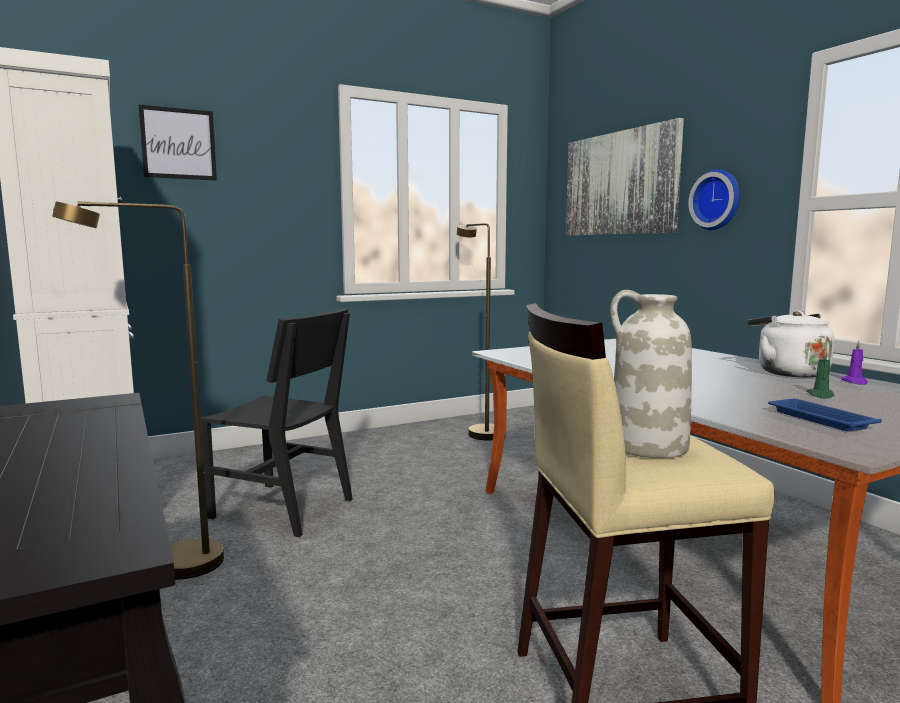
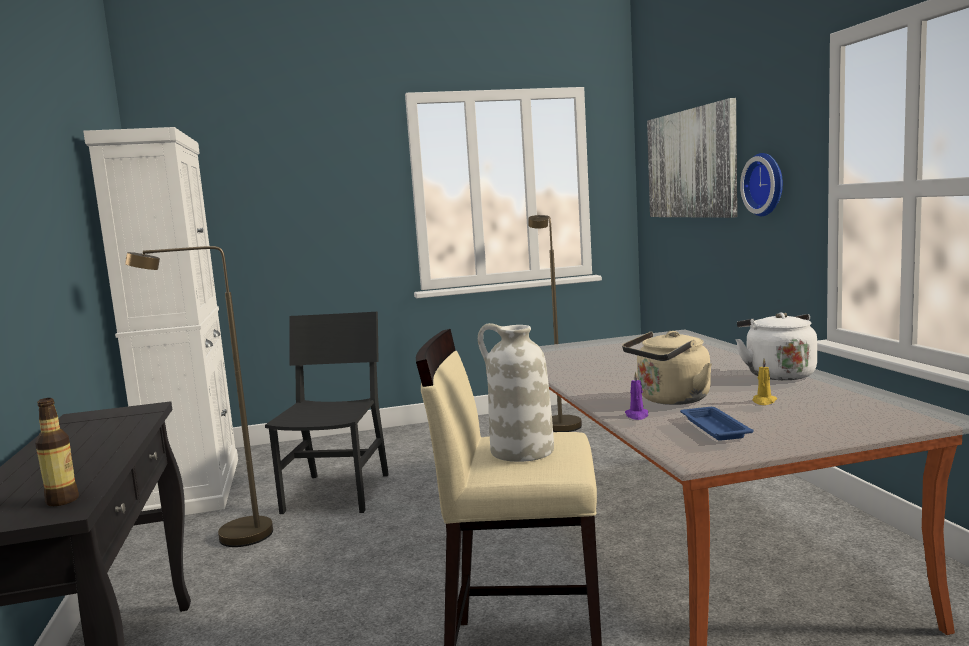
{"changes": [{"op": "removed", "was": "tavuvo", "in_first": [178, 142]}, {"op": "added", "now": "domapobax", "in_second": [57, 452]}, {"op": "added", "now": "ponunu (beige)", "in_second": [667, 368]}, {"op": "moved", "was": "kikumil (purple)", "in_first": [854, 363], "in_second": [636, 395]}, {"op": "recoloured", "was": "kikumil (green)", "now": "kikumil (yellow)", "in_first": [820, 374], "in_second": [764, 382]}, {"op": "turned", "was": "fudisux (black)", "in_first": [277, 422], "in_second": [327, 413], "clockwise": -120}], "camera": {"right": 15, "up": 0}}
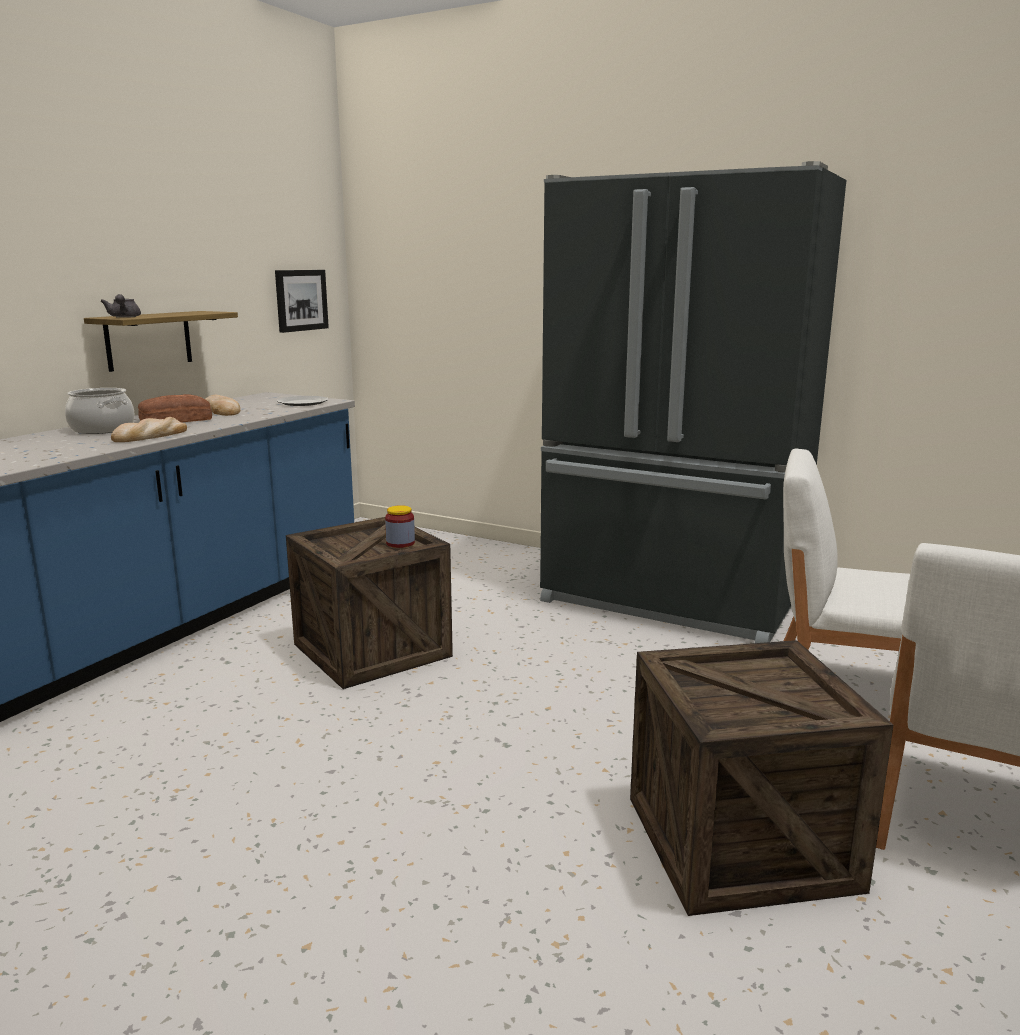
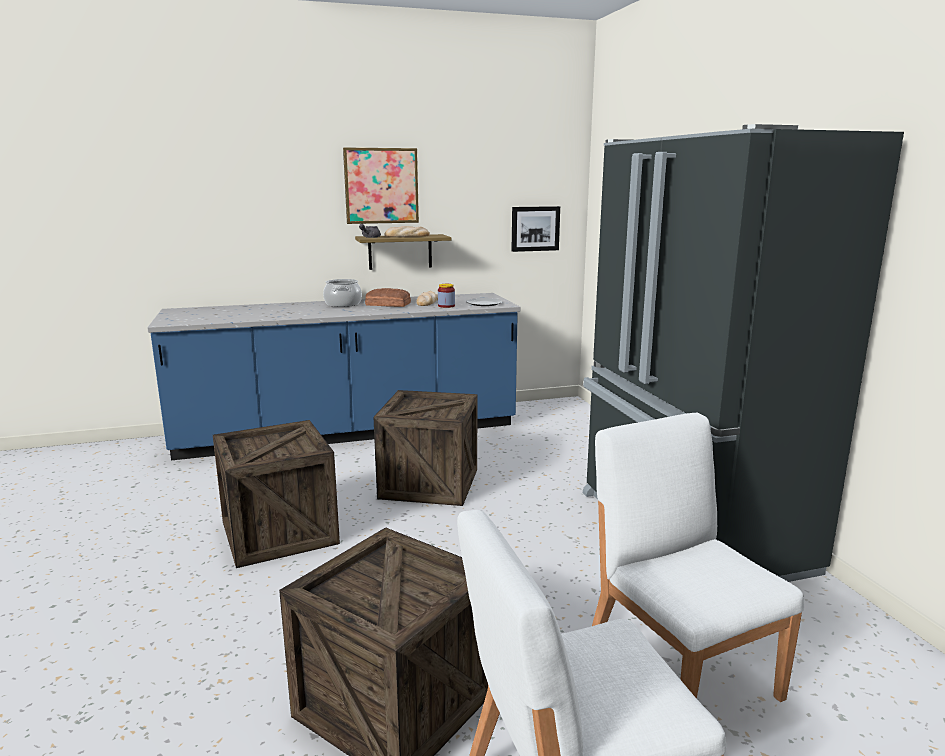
{"changes": [{"op": "added", "now": "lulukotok", "in_second": [276, 494]}, {"op": "added", "now": "tavuvo", "in_second": [381, 185]}, {"op": "moved", "was": "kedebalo", "in_first": [149, 429], "in_second": [407, 231]}, {"op": "moved", "was": "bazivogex", "in_first": [400, 526], "in_second": [446, 296]}], "camera": {"right": 45, "up": 0}}
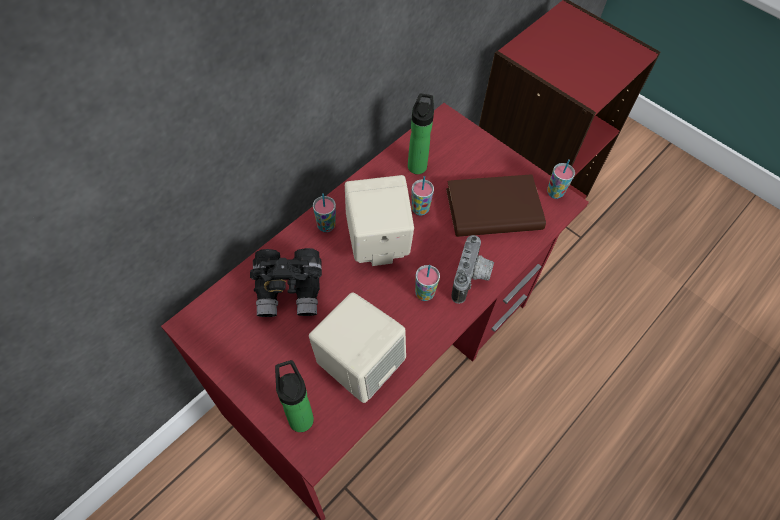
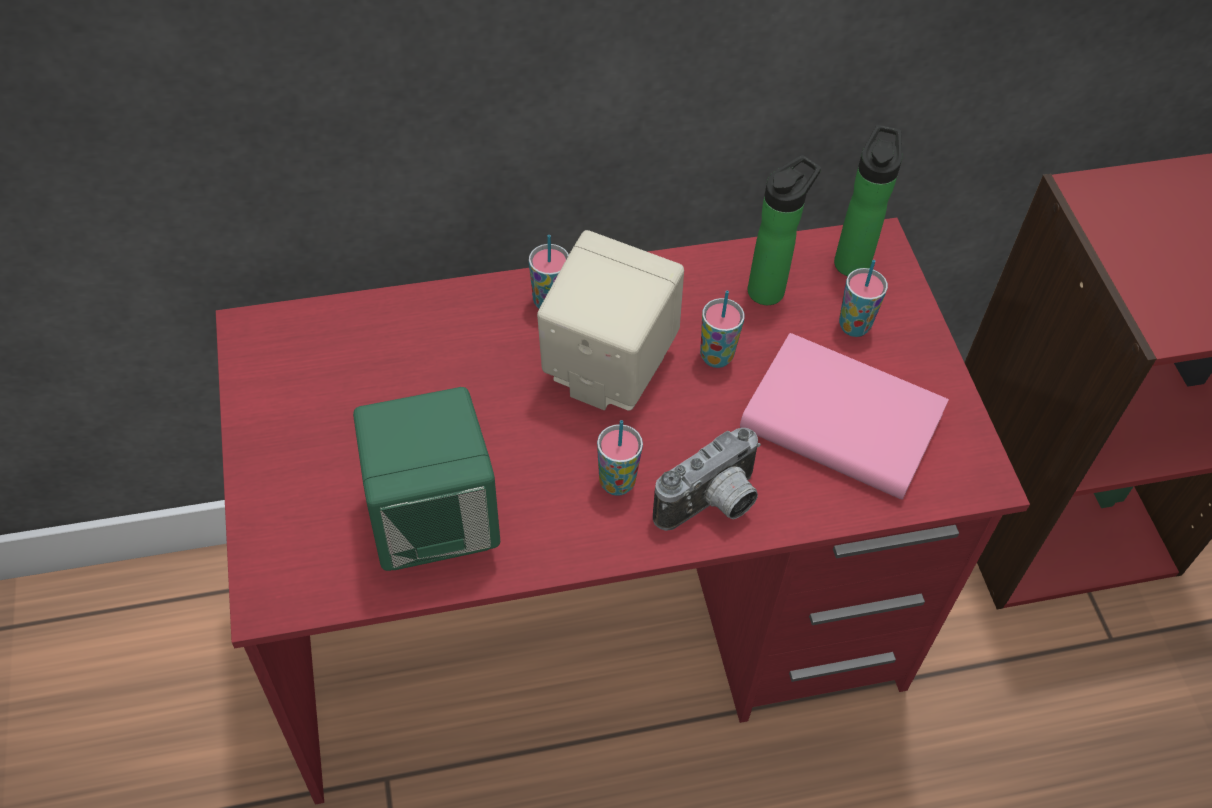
{"changes": [{"op": "removed", "was": "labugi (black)", "in_first": [286, 282]}, {"op": "moved", "was": "domapobax", "in_first": [294, 396], "in_second": [868, 200]}, {"op": "moved", "was": "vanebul", "in_first": [561, 179], "in_second": [863, 298]}, {"op": "recoloured", "was": "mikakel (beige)", "now": "mikakel (green)", "in_first": [357, 347], "in_second": [426, 479]}, {"op": "recoloured", "was": "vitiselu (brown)", "now": "vitiselu (pink)", "in_first": [496, 205], "in_second": [844, 416]}], "camera": {"right": 35, "up": -5}}
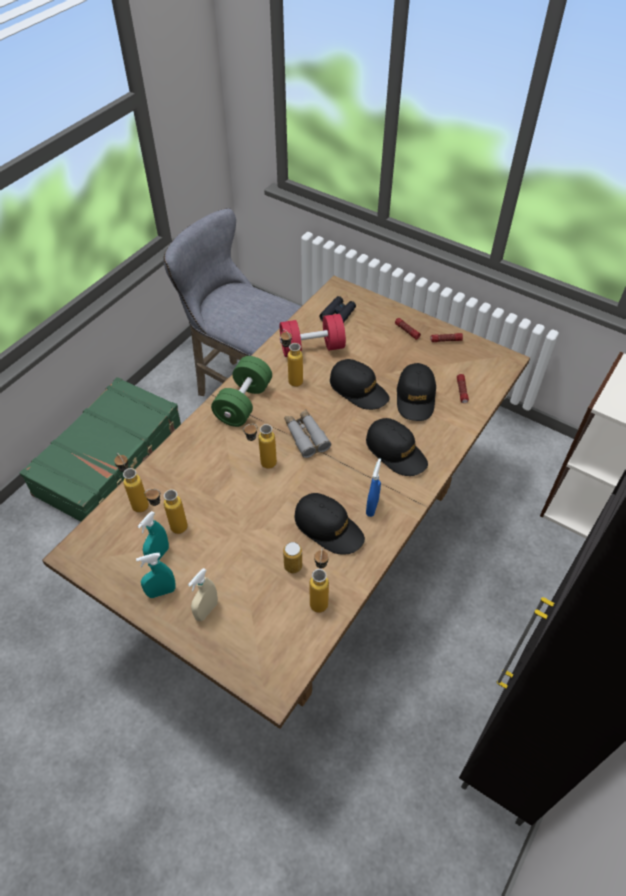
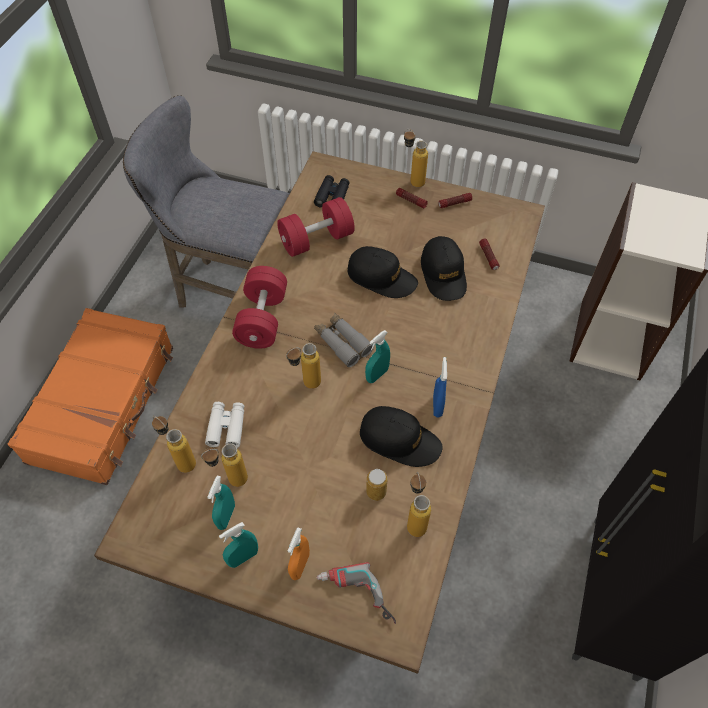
{"changes": [{"op": "removed", "was": "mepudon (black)", "in_first": [397, 447]}, {"op": "added", "now": "labugi (white)", "in_second": [224, 425]}, {"op": "added", "now": "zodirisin", "in_second": [356, 593]}, {"op": "added", "now": "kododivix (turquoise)", "in_second": [377, 356]}, {"op": "moved", "was": "domapobax", "in_first": [292, 358], "in_second": [416, 158]}, {"op": "recoloured", "was": "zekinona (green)", "now": "zekinona (orange)", "in_first": [100, 449], "in_second": [90, 396]}, {"op": "recoloured", "was": "kododivix (beige)", "now": "kododivix (orange)", "in_first": [203, 594], "in_second": [299, 553]}, {"op": "recoloured", "was": "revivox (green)", "now": "revivox (red)", "in_first": [241, 391], "in_second": [259, 307]}], "camera": {"right": -15, "up": 5}}
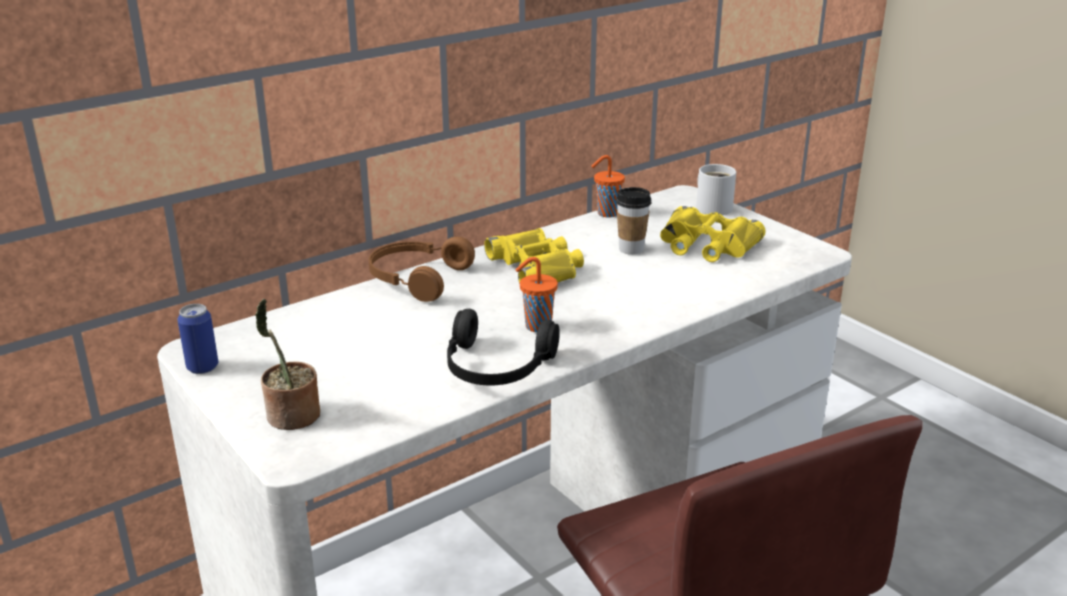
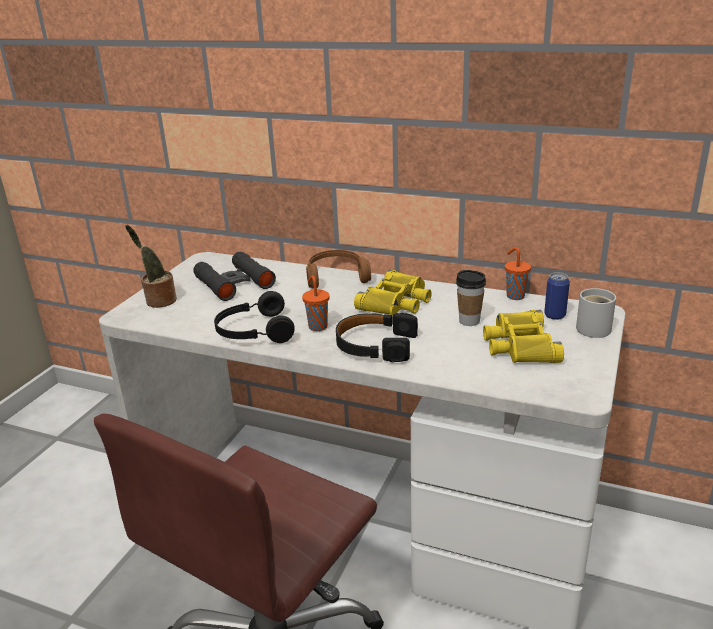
{"changes": [{"op": "added", "now": "labugi (black)", "in_second": [234, 276]}, {"op": "added", "now": "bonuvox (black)", "in_second": [377, 338]}, {"op": "moved", "was": "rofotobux", "in_first": [197, 339], "in_second": [557, 296]}], "camera": {"right": 60, "up": 0}}
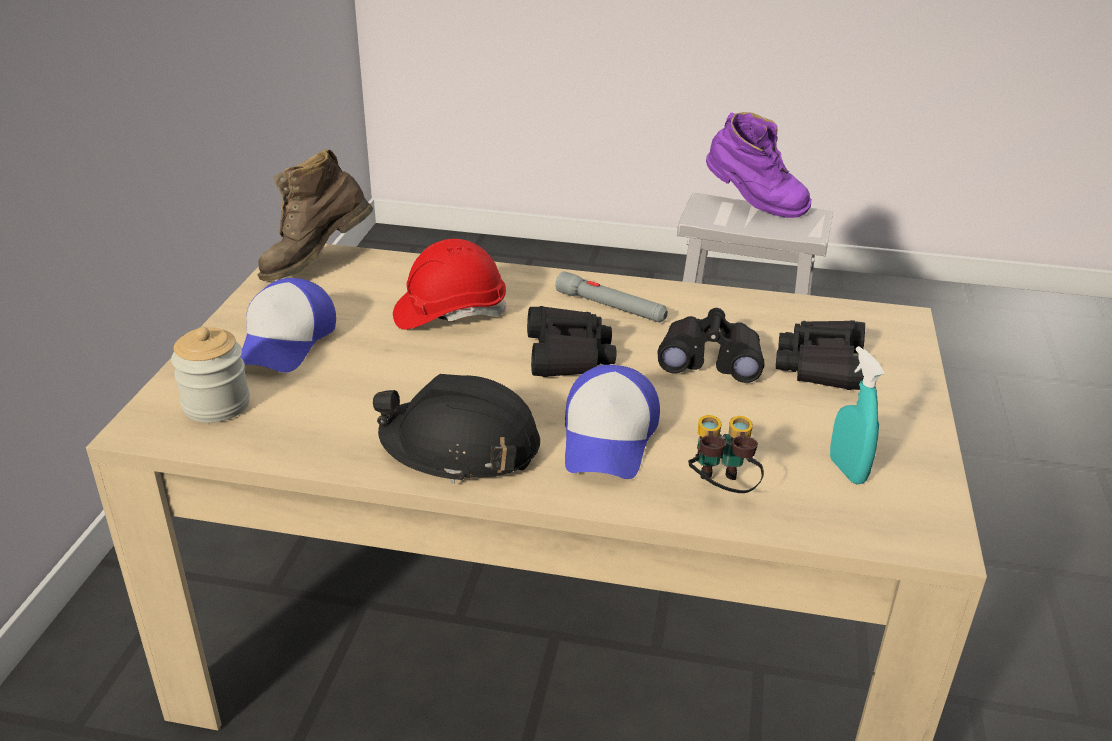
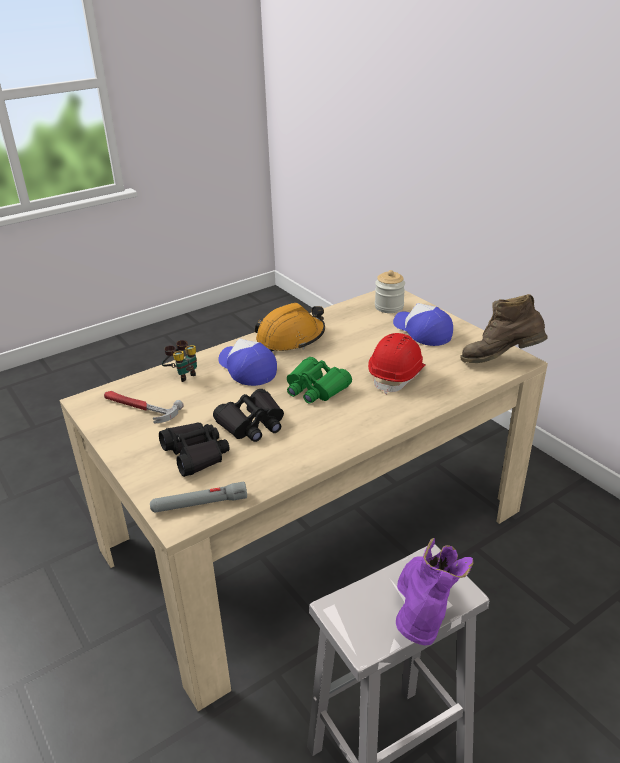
{"changes": [{"op": "moved", "was": "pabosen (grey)", "in_first": [611, 297], "in_second": [198, 497]}, {"op": "replaced", "was": "kododivix (turquoise)", "now": "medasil", "in_first": [857, 415], "in_second": [144, 407]}, {"op": "recoloured", "was": "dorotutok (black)", "now": "dorotutok (orange)", "in_first": [456, 429], "in_second": [290, 327]}, {"op": "recoloured", "was": "labugi (black)", "now": "labugi (green)", "in_first": [571, 341], "in_second": [319, 380]}, {"op": "turned", "was": "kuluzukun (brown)", "in_first": [315, 215], "in_second": [504, 328], "clockwise": -90}, {"op": "turned", "was": "kuluzukun (purple)", "in_first": [758, 165], "in_second": [434, 591], "clockwise": 120}], "camera": {"right": 135, "up": 0}}
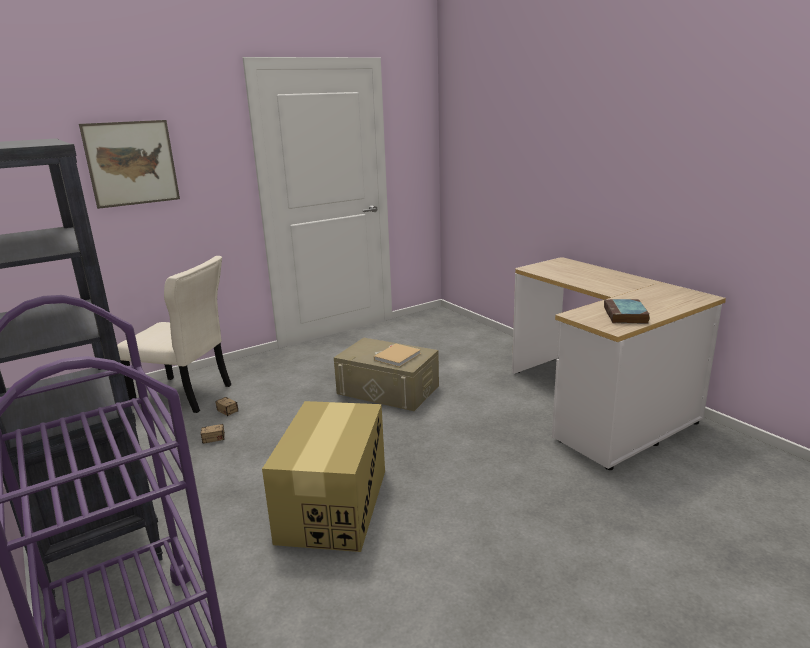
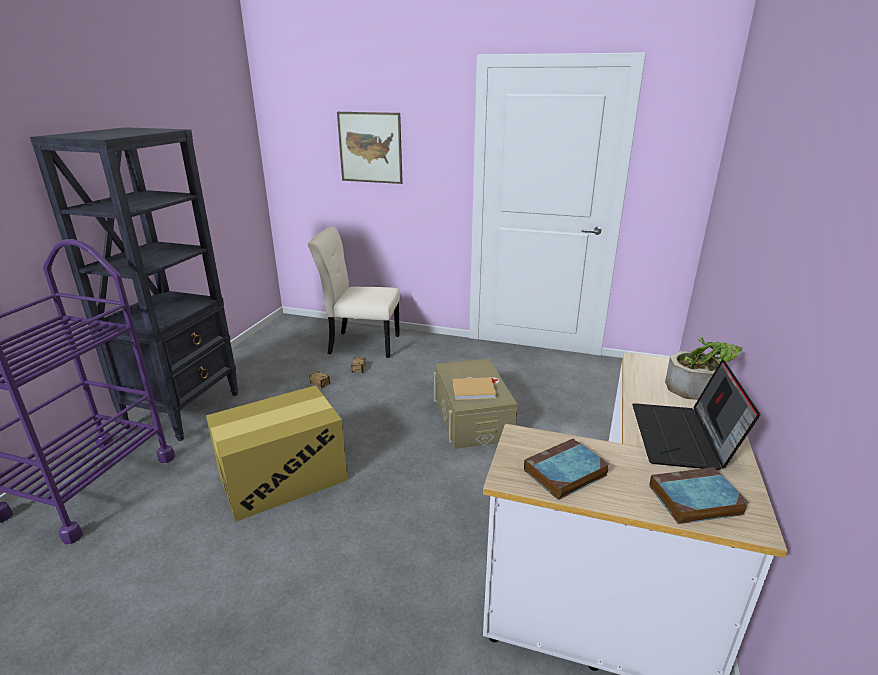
{"changes": [{"op": "added", "now": "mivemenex", "in_second": [696, 414]}, {"op": "added", "now": "vitiselu", "in_second": [699, 495]}, {"op": "added", "now": "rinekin", "in_second": [704, 368]}, {"op": "turned", "was": "fudisux (beige)", "in_first": [174, 334], "in_second": [354, 292], "clockwise": 120}], "camera": {"right": 50, "up": 5}}
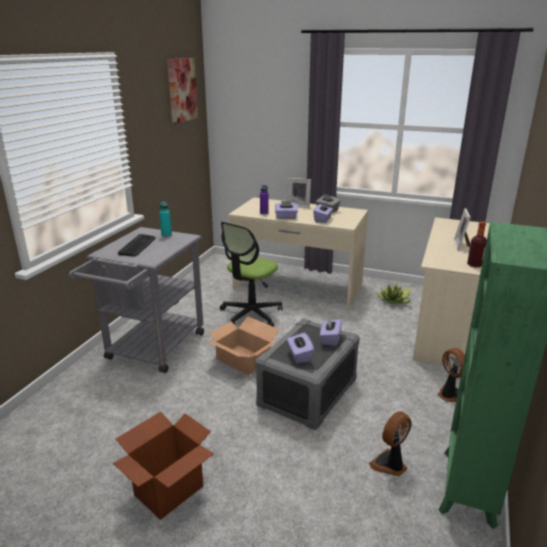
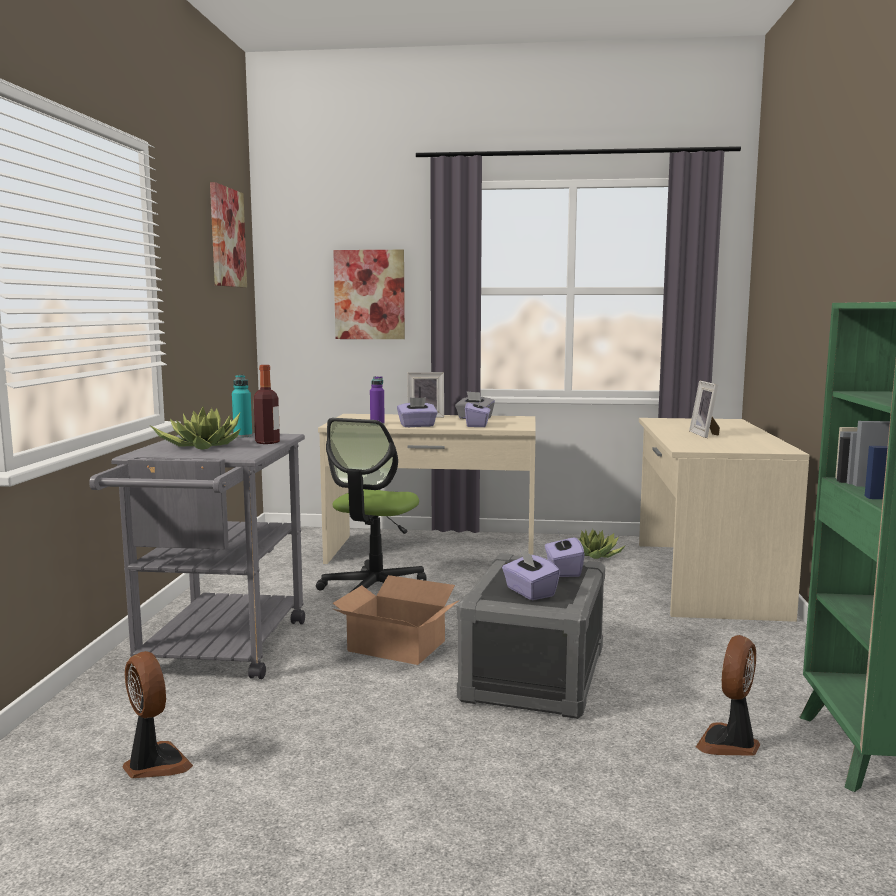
{"changes": [{"op": "removed", "was": "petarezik", "in_first": [163, 465]}, {"op": "added", "now": "tavuvo", "in_second": [369, 294]}, {"op": "moved", "was": "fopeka", "in_first": [451, 375], "in_second": [157, 714]}, {"op": "moved", "was": "domapobax", "in_first": [477, 244], "in_second": [266, 404]}, {"op": "replaced", "was": "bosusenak", "now": "rinekin", "in_first": [137, 245], "in_second": [195, 428]}], "camera": {"right": -15, "up": -15}}
